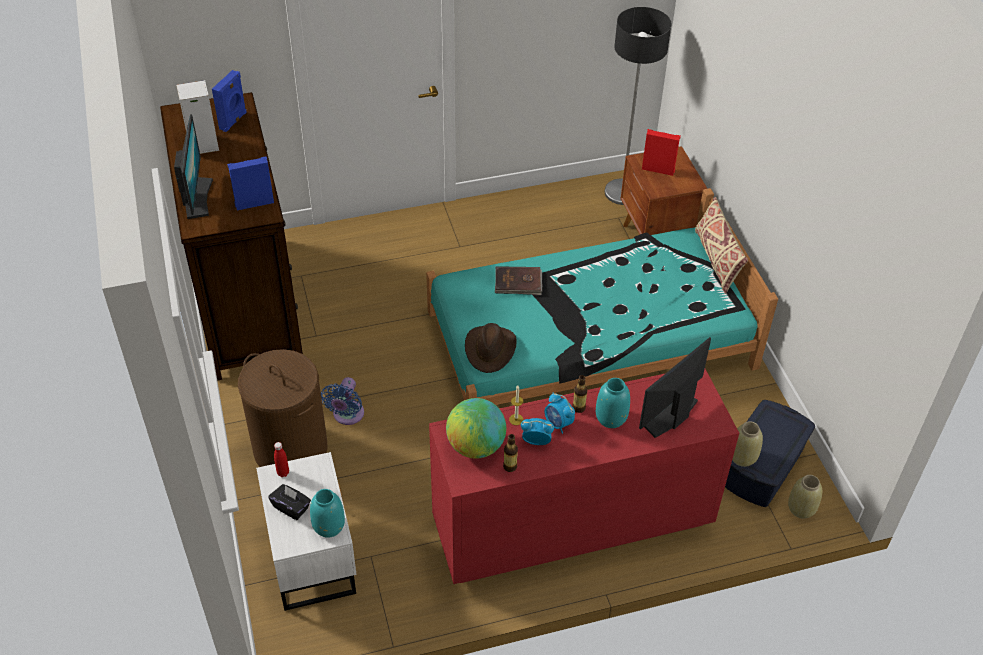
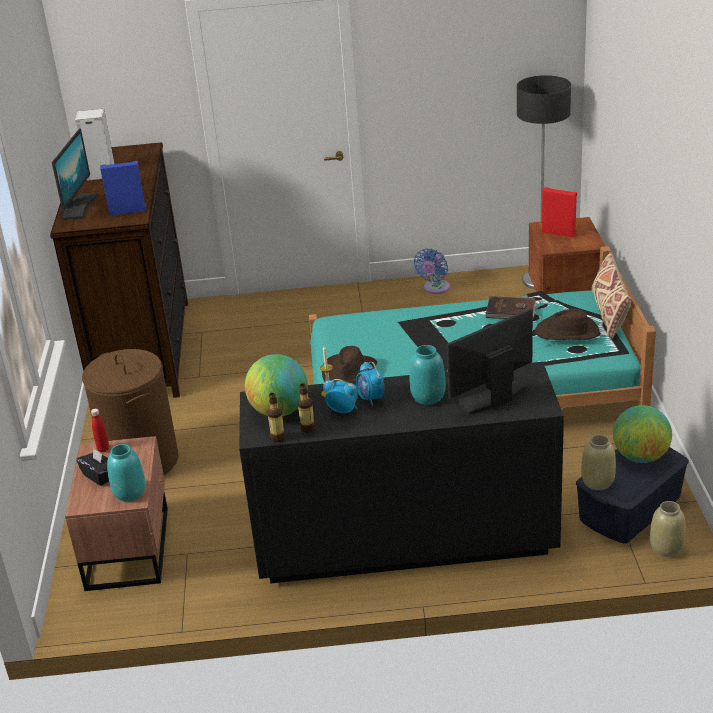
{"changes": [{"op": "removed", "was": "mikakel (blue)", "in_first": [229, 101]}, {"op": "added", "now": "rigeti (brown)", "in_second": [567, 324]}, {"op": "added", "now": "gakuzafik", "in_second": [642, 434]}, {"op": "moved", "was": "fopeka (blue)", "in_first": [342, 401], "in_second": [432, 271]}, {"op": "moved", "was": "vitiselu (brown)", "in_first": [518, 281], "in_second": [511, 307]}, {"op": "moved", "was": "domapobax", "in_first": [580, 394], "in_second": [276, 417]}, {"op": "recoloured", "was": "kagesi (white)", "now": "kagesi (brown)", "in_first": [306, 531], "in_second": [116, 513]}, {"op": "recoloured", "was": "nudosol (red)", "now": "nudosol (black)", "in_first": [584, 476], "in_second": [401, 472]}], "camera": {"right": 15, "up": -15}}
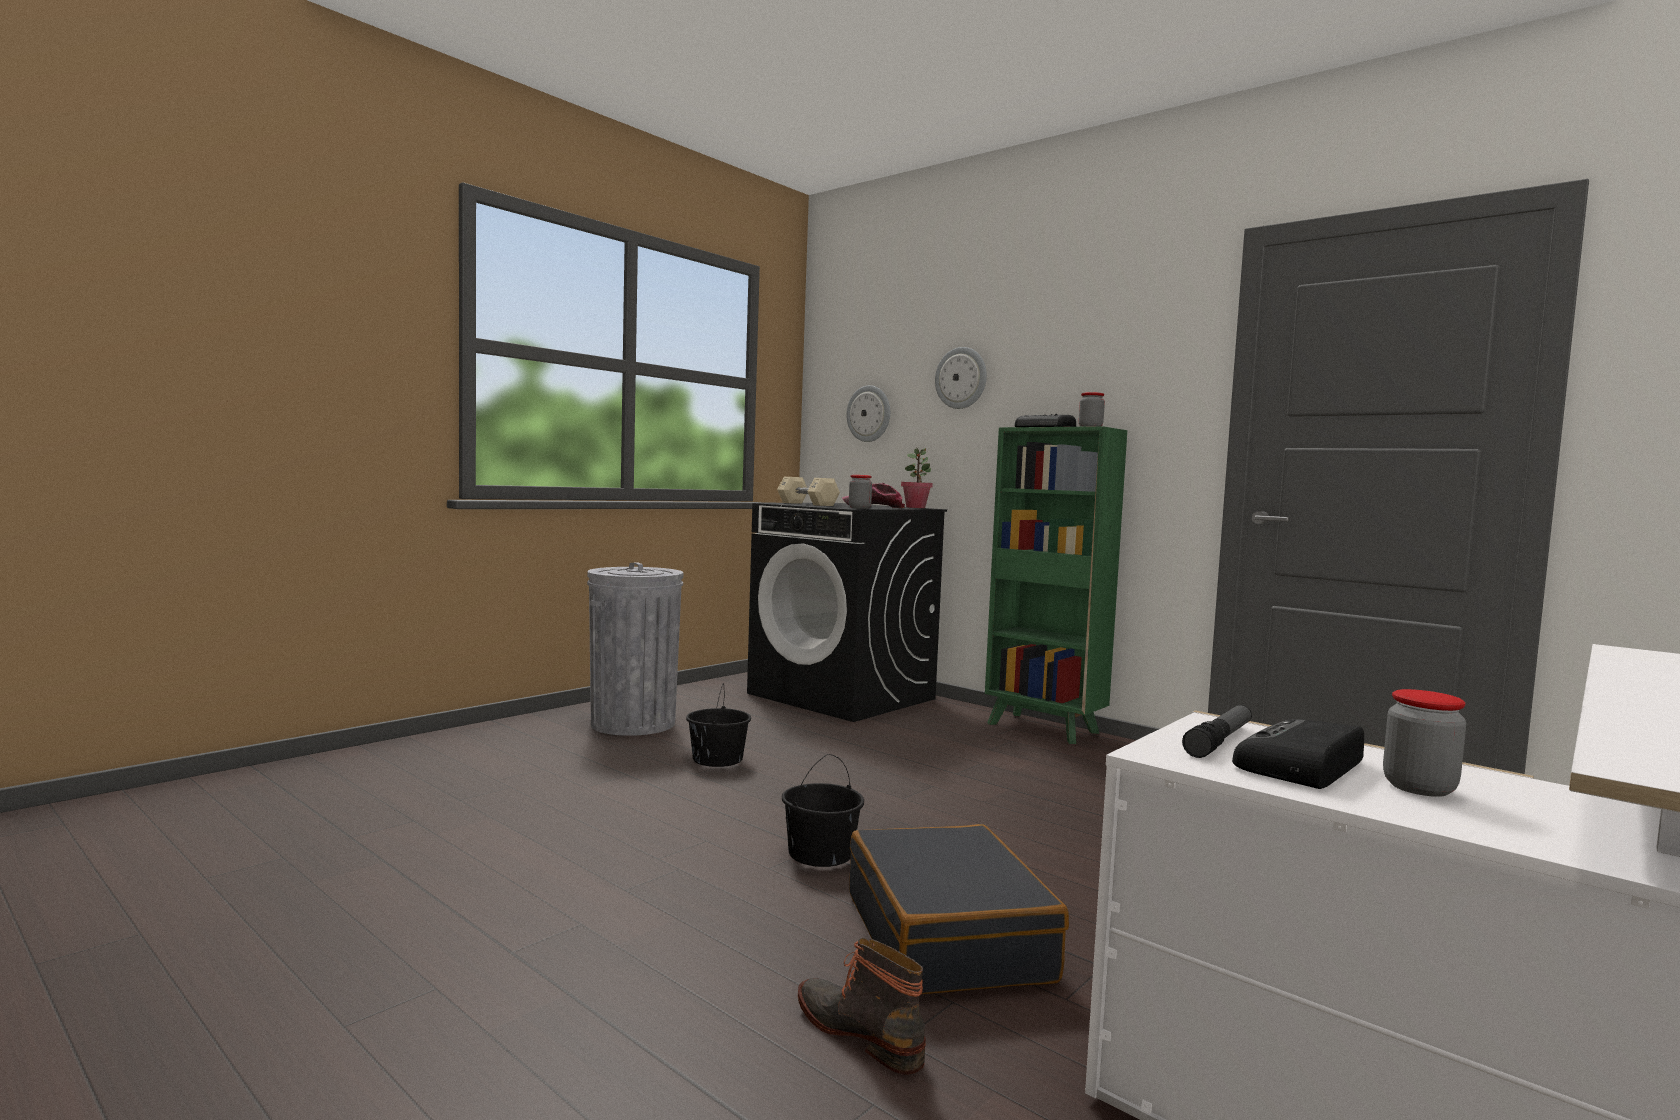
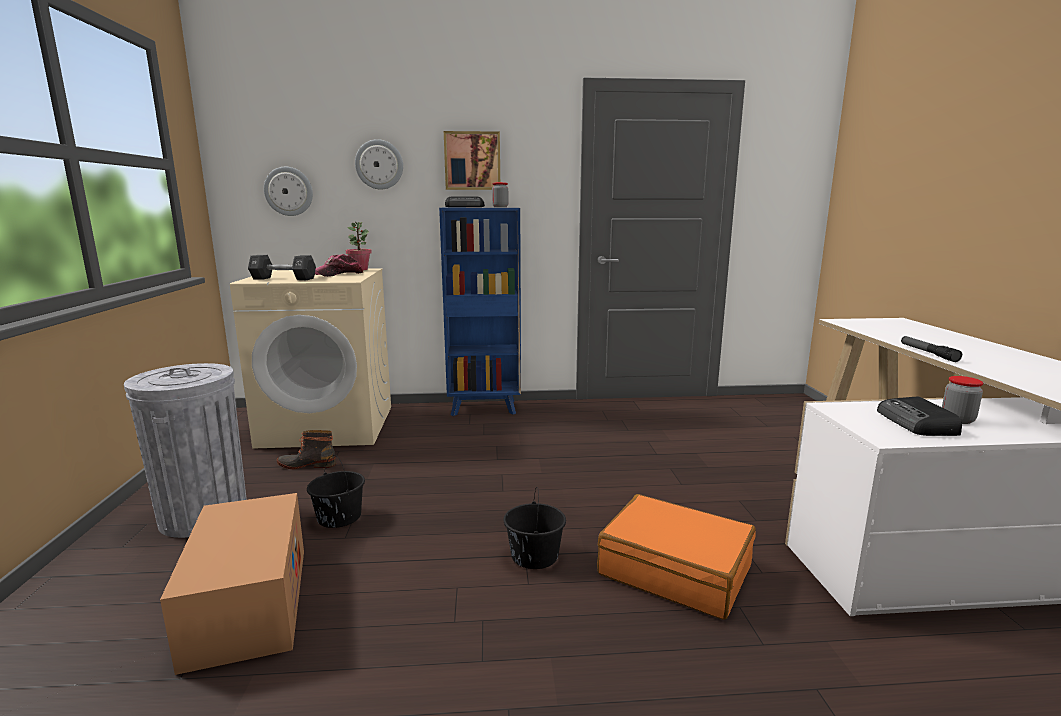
{"changes": [{"op": "removed", "was": "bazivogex", "in_first": [860, 492]}, {"op": "added", "now": "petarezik", "in_second": [232, 584]}, {"op": "added", "now": "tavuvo", "in_second": [472, 160]}, {"op": "moved", "was": "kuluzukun", "in_first": [862, 1006], "in_second": [306, 449]}, {"op": "moved", "was": "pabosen", "in_first": [1217, 731], "in_second": [931, 349]}, {"op": "recoloured", "was": "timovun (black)", "now": "timovun (beige)", "in_first": [847, 612], "in_second": [310, 358]}, {"op": "recoloured", "was": "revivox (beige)", "now": "revivox (black)", "in_first": [808, 491], "in_second": [282, 267]}, {"op": "recoloured", "was": "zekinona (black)", "now": "zekinona (orange)", "in_first": [959, 909], "in_second": [676, 557]}, {"op": "recoloured", "was": "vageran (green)", "now": "vageran (blue)", "in_first": [1056, 585], "in_second": [480, 312]}], "camera": {"right": -45, "up": 10}}
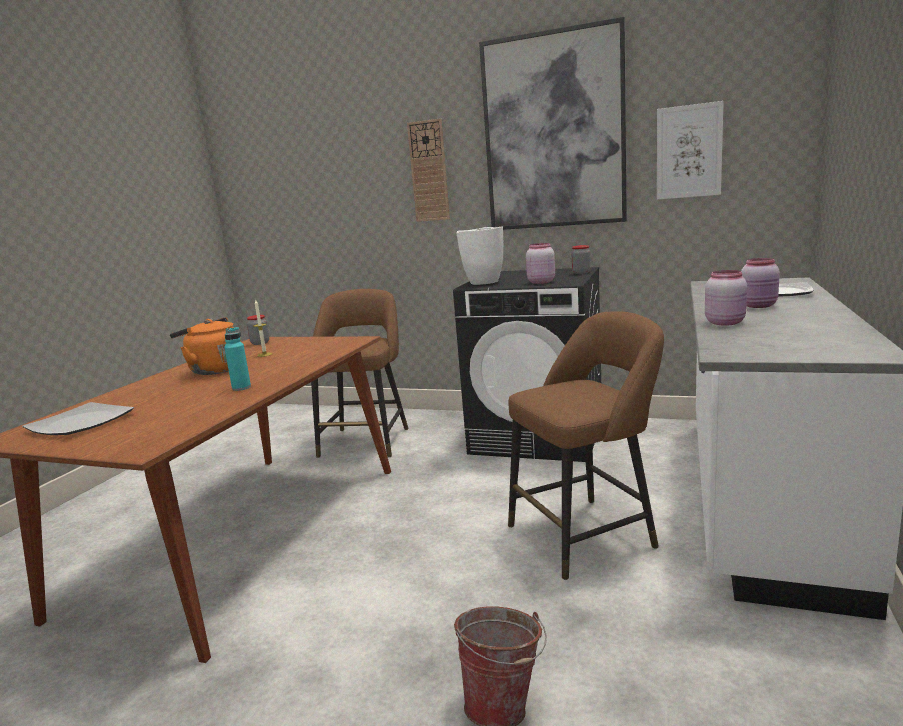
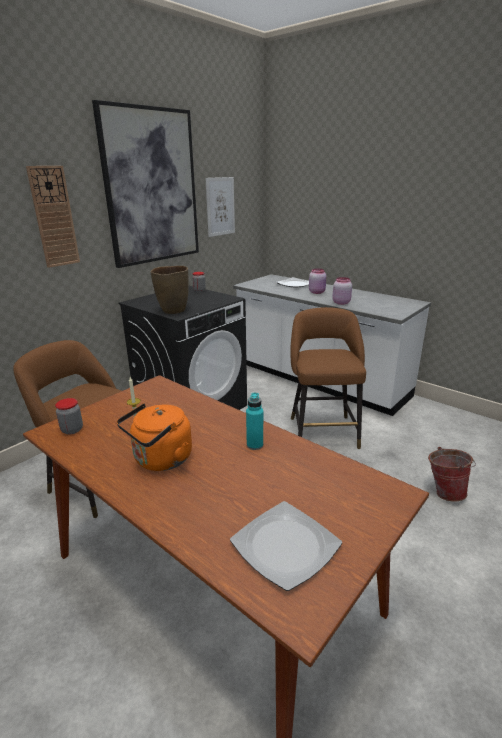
{"changes": [{"op": "removed", "was": "bazivogex (pink)", "in_first": [540, 263]}, {"op": "recoloured", "was": "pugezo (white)", "now": "pugezo (brown)", "in_first": [480, 256], "in_second": [169, 290]}], "camera": {"right": -70, "up": 10}}
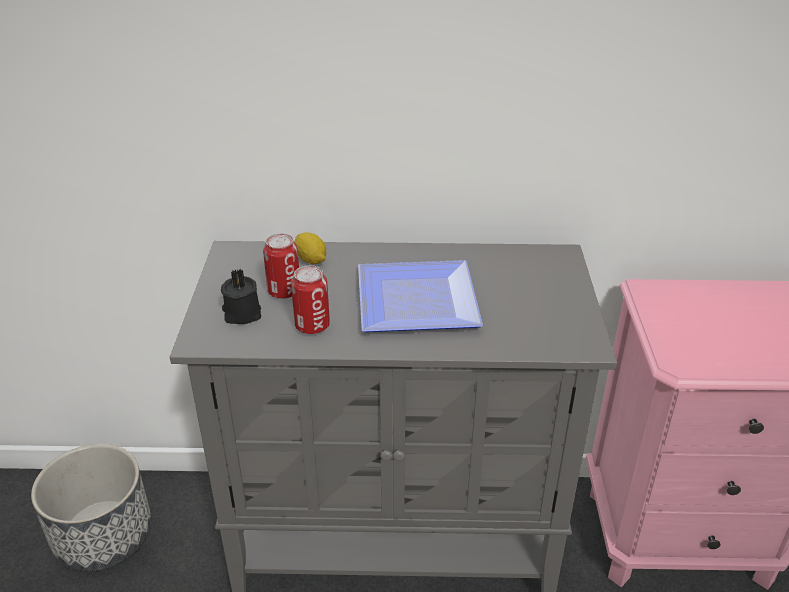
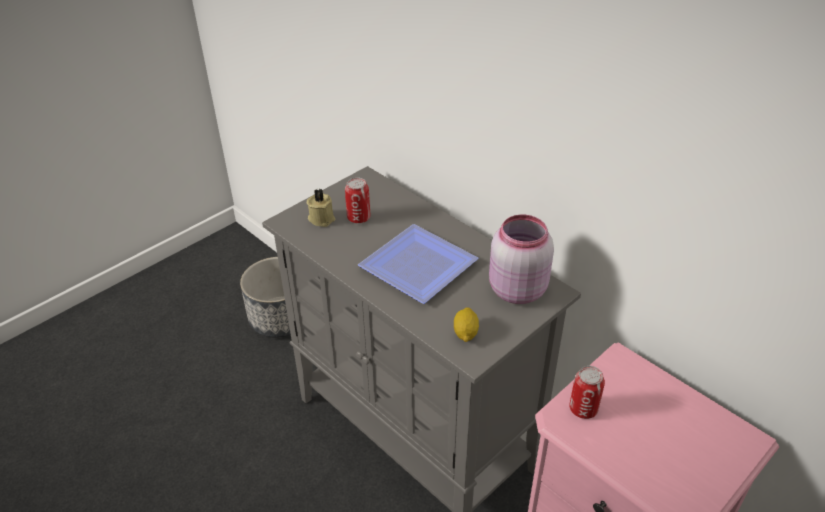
{"changes": [{"op": "added", "now": "bazivogex (pink)", "in_second": [521, 259]}, {"op": "moved", "was": "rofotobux", "in_first": [310, 299], "in_second": [587, 392]}, {"op": "moved", "was": "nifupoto", "in_first": [310, 248], "in_second": [466, 324]}, {"op": "recoloured", "was": "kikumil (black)", "now": "kikumil (beige)", "in_first": [241, 296], "in_second": [321, 207]}], "camera": {"right": 45, "up": 5}}
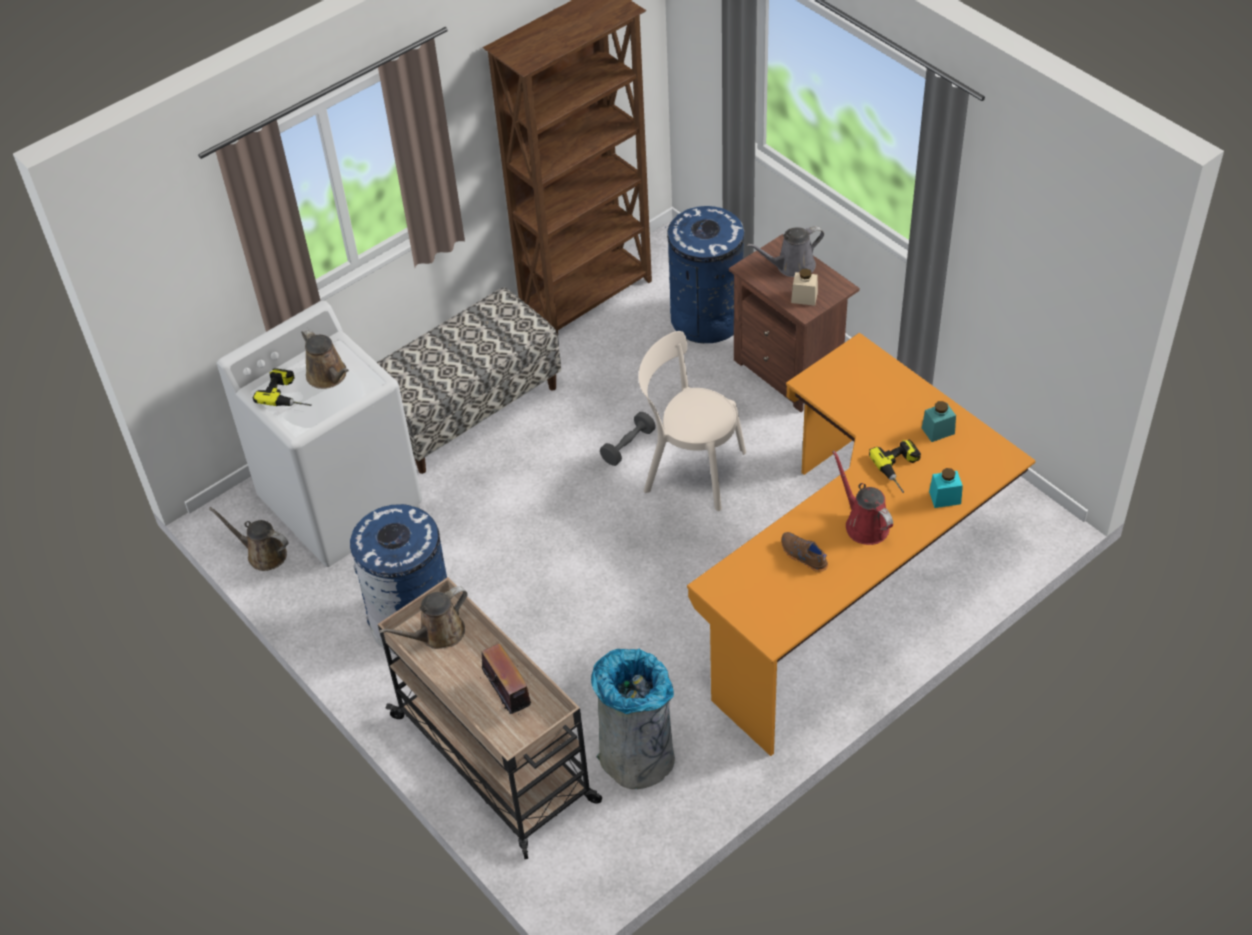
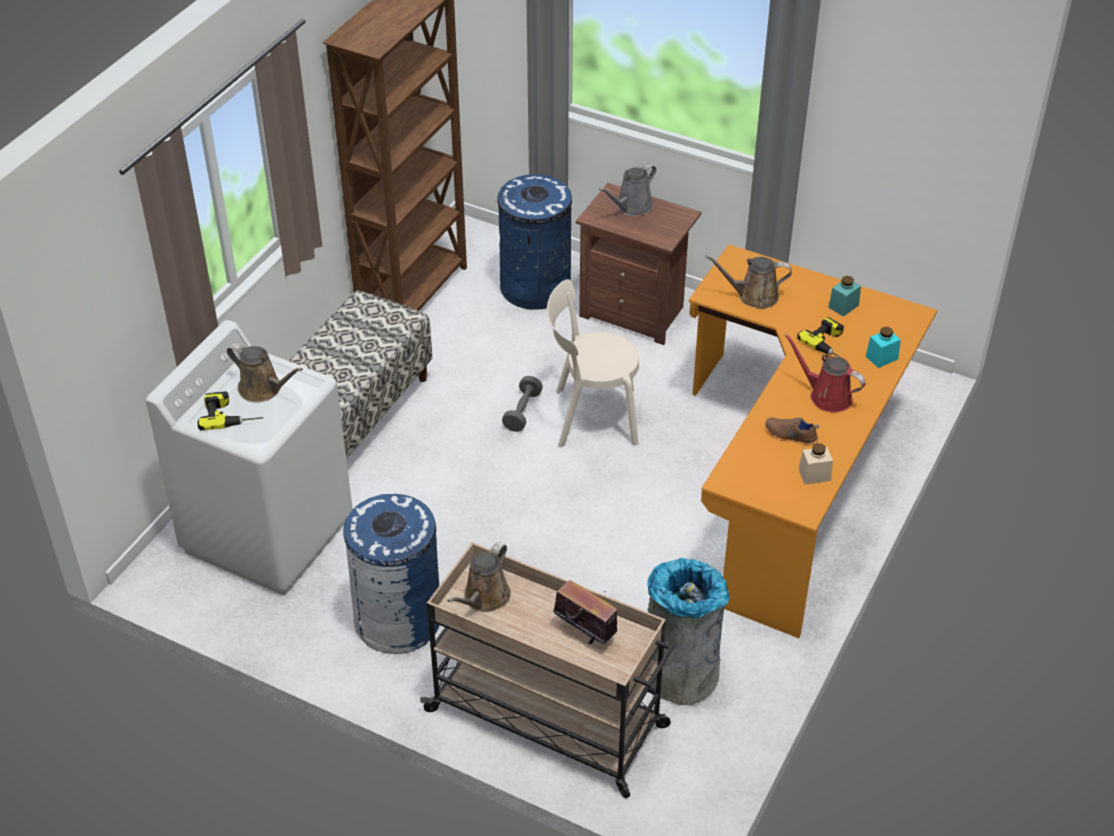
{"changes": [{"op": "moved", "was": "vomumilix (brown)", "in_first": [248, 539], "in_second": [748, 282]}, {"op": "moved", "was": "bazivogex (beige)", "in_first": [804, 287], "in_second": [816, 464]}], "camera": {"right": -25, "up": -5}}
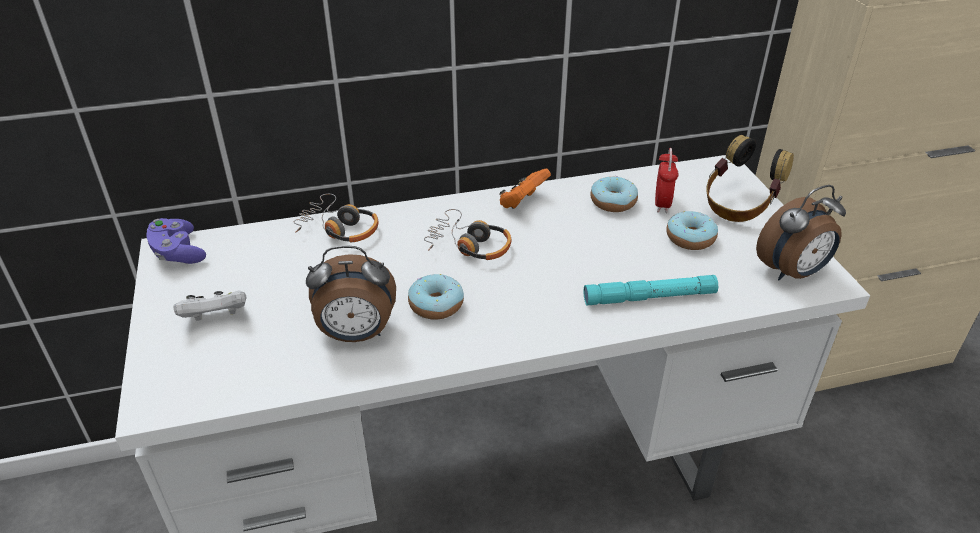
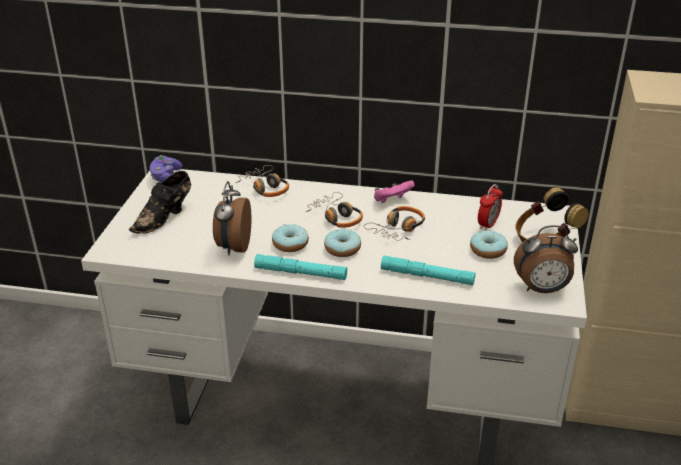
{"changes": [{"op": "added", "now": "pabosen (turquoise)", "in_second": [300, 267]}, {"op": "added", "now": "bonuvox", "in_second": [394, 223]}, {"op": "moved", "was": "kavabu", "in_first": [614, 194], "in_second": [342, 243]}, {"op": "replaced", "was": "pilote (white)", "now": "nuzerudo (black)", "in_first": [209, 305], "in_second": [160, 202]}, {"op": "recoloured", "was": "pilote (orange)", "now": "pilote (pink)", "in_first": [525, 189], "in_second": [394, 191]}, {"op": "turned", "was": "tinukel", "in_first": [351, 294], "in_second": [232, 218], "clockwise": 75}], "camera": {"right": 25, "up": -5}}
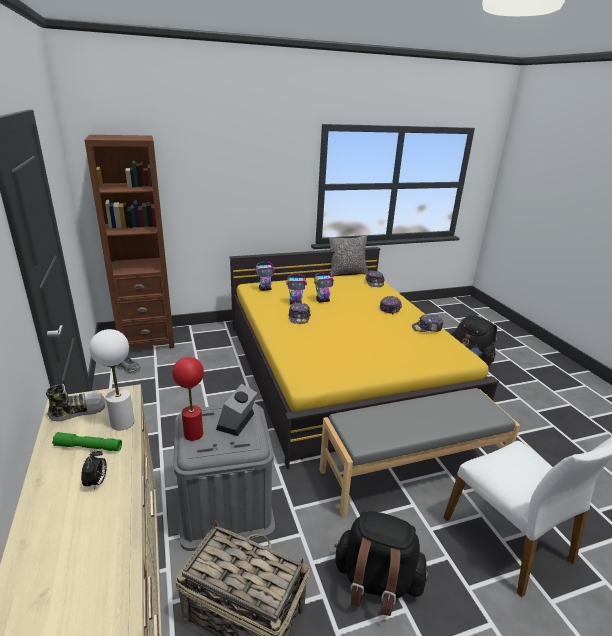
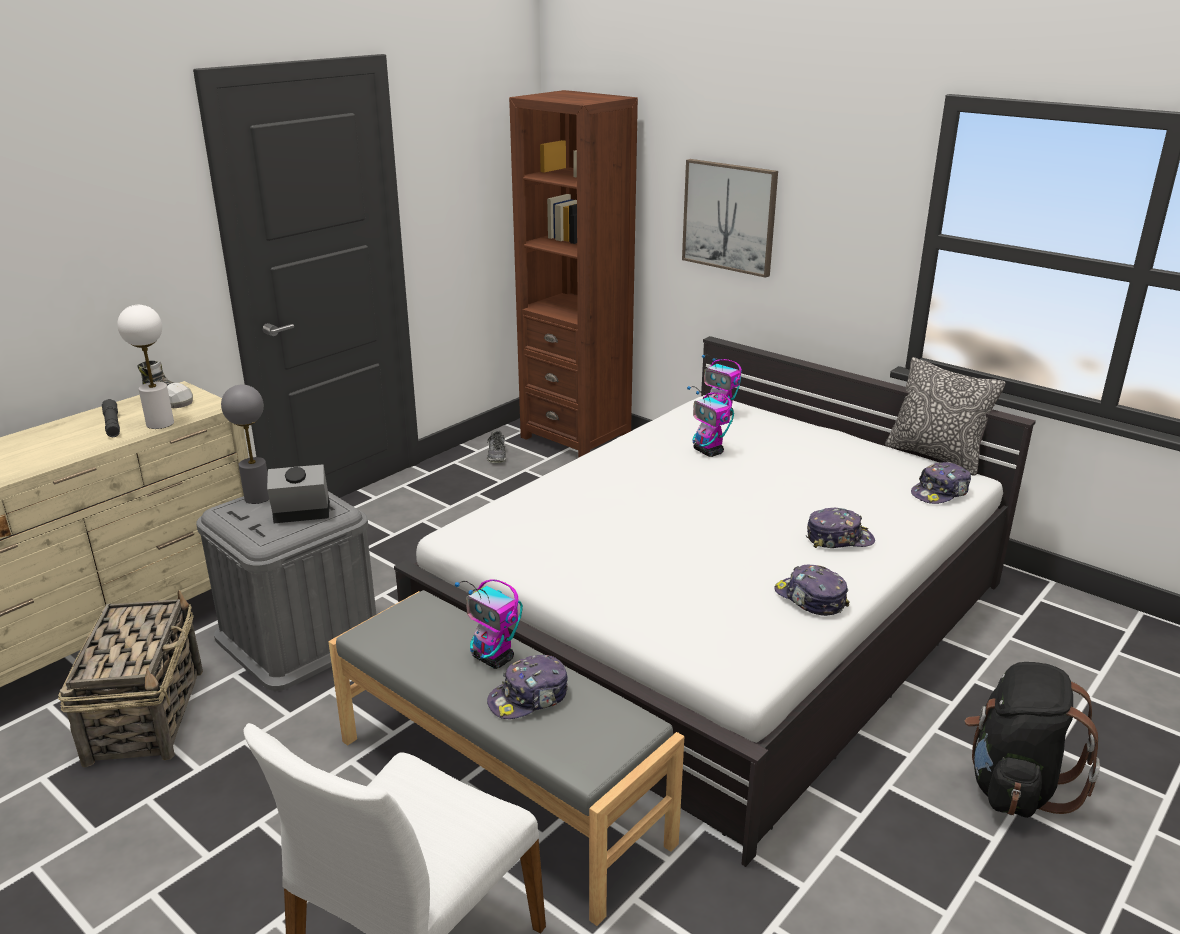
{"changes": [{"op": "removed", "was": "tinukel", "in_first": [94, 470]}, {"op": "removed", "was": "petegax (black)", "in_first": [380, 563]}, {"op": "added", "now": "tavuvo", "in_second": [730, 218]}, {"op": "moved", "was": "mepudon", "in_first": [299, 313], "in_second": [527, 687]}, {"op": "moved", "was": "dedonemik", "in_first": [324, 287], "in_second": [489, 624]}, {"op": "recoloured", "was": "pabosen (green)", "now": "pabosen (grey)", "in_first": [87, 441], "in_second": [111, 418]}, {"op": "recoloured", "was": "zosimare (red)", "now": "zosimare (grey)", "in_first": [188, 399], "in_second": [245, 444]}, {"op": "recoloured", "was": "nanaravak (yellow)", "now": "nanaravak (white)", "in_first": [364, 358], "in_second": [715, 601]}], "camera": {"right": 60, "up": 0}}
